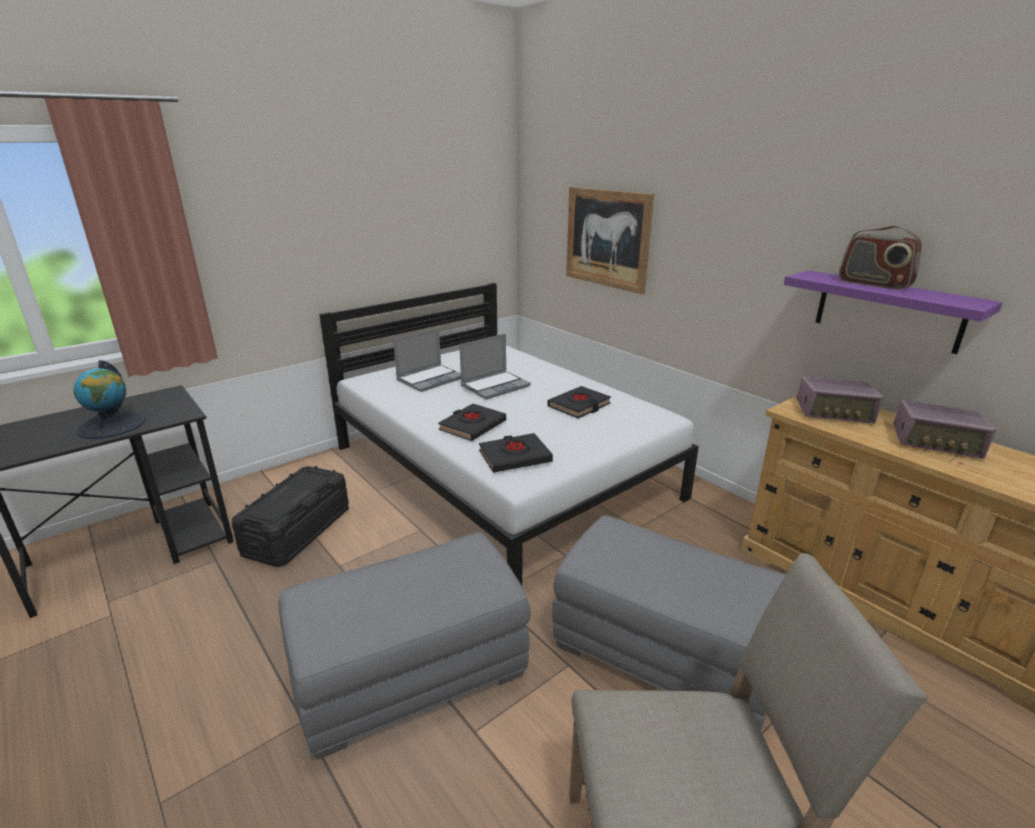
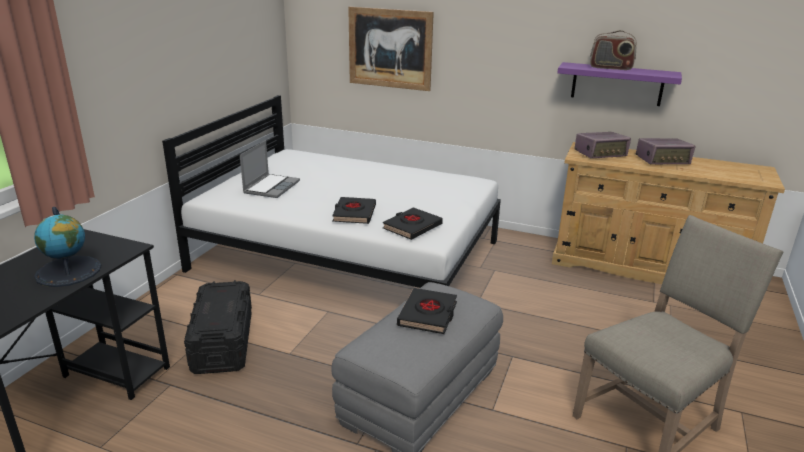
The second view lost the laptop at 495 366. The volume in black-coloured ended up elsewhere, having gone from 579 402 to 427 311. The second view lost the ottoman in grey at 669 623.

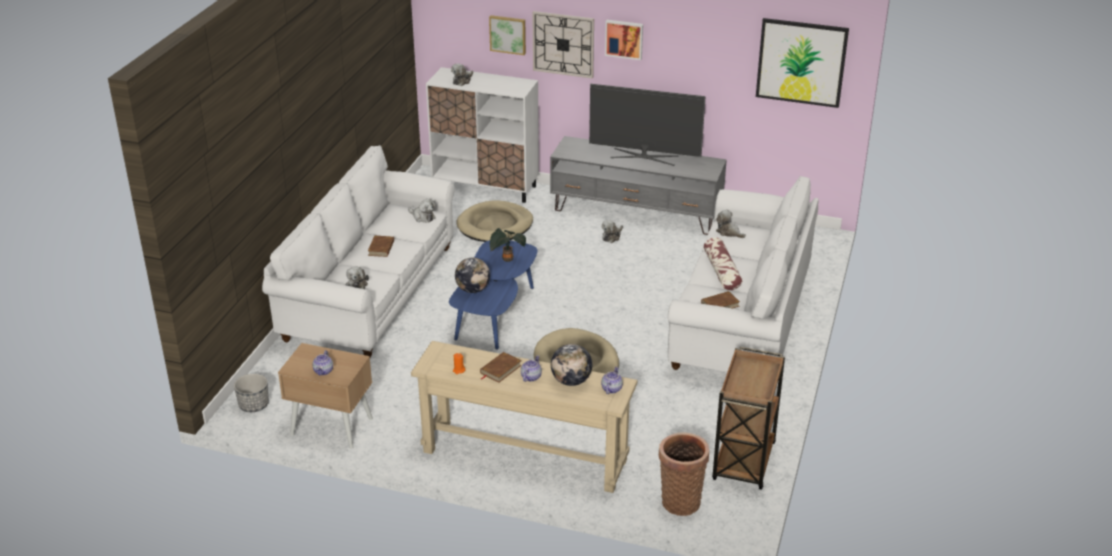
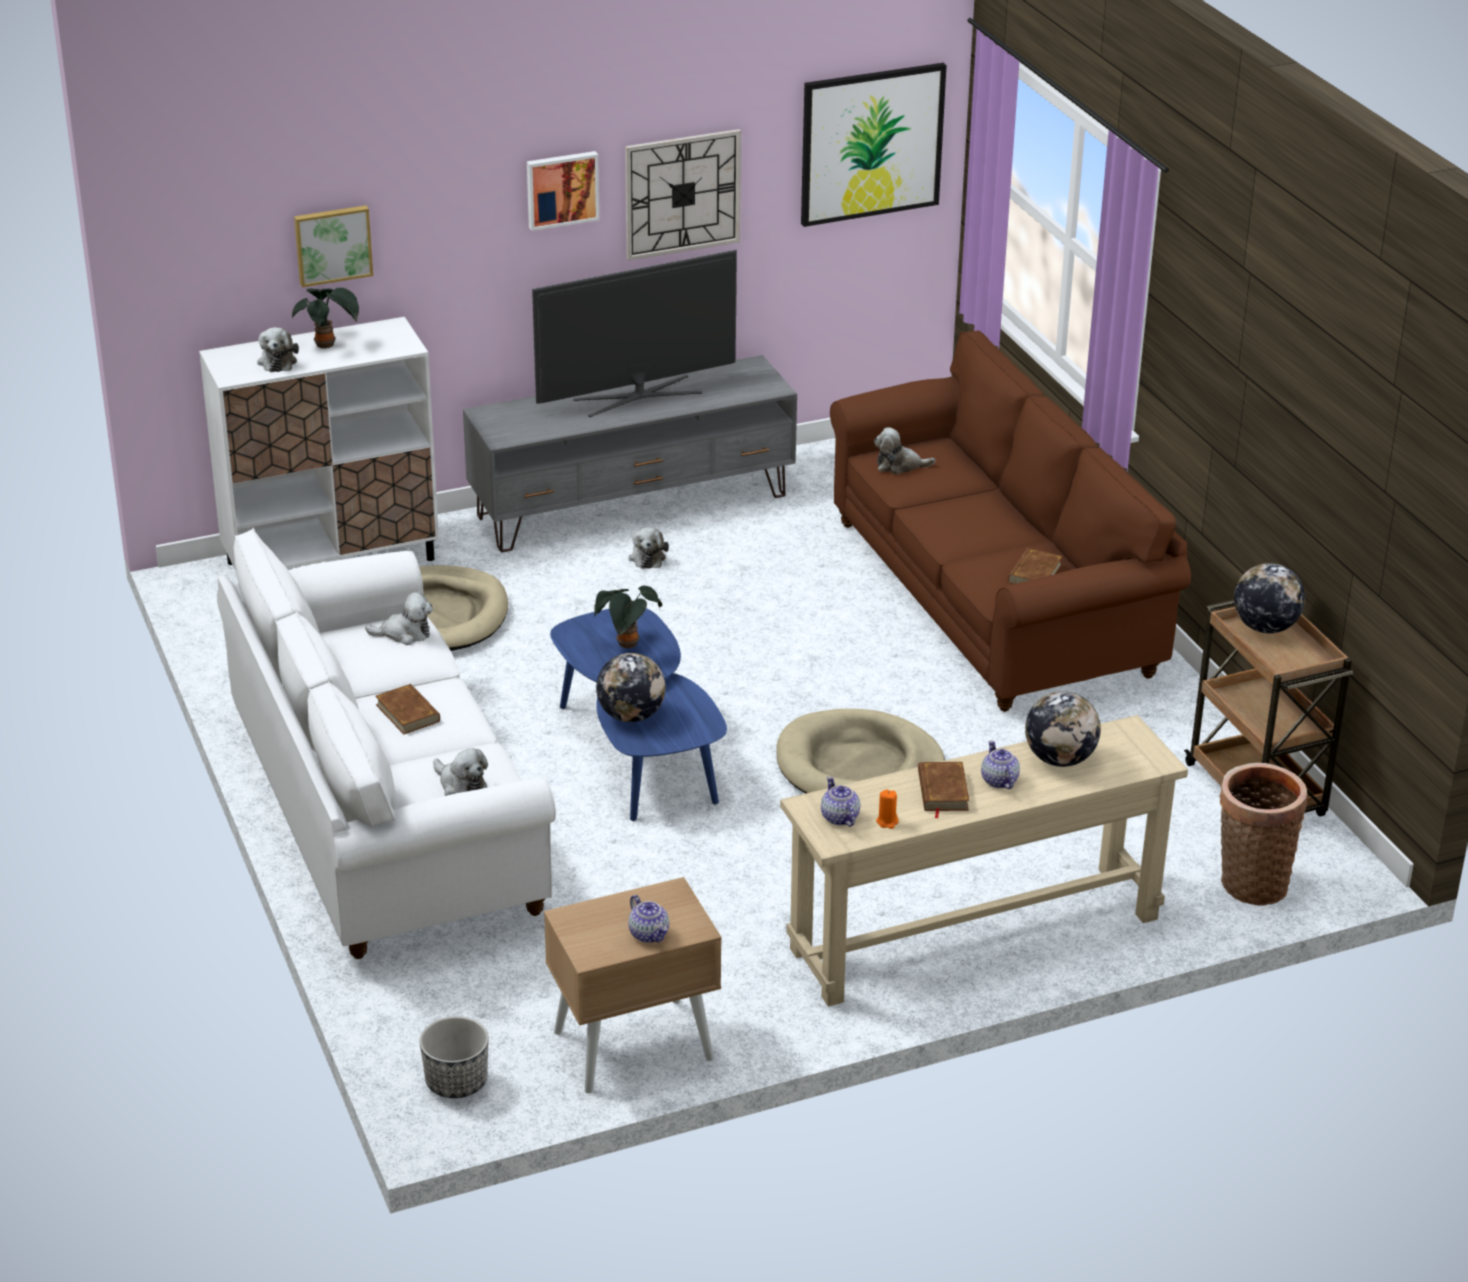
The wall clock ended up elsewhere, having gone from 563 45 to 683 195. The tea pot ended up elsewhere, having gone from 612 380 to 840 801. What was the settee in white at 743 274 turned into the settee in brown at 1010 521. The second view lost the throw pillow at 723 263. The second view gained the houseplant at 325 318. The second view gained the world globe at 1269 598.

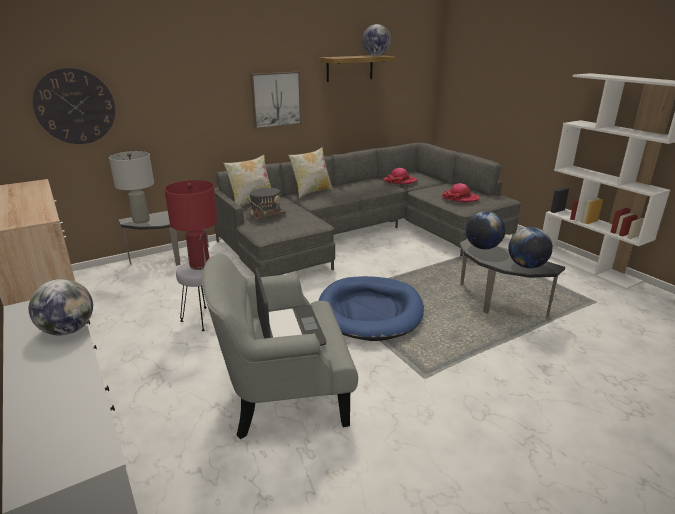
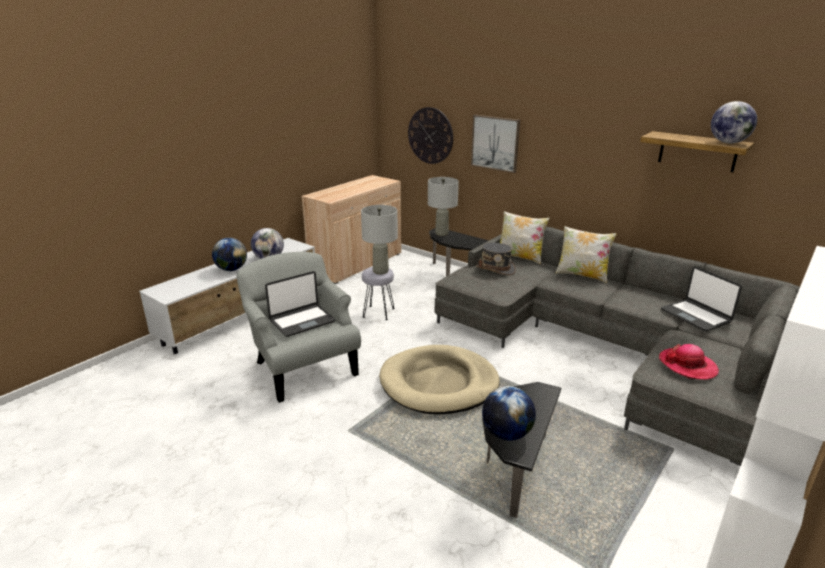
What was the tabletop lamp in red at 191 225 turned into the tabletop lamp in grey at 379 240. The picture ended up elsewhere, having gone from 275 100 to 495 144. What was the dog bed in blue at 371 308 turned into the dog bed in beige-coloured at 439 379. Where the wearable hat stood at 400 176, the laptop came to stand at 701 298. The world globe ended up elsewhere, having gone from 485 230 to 229 254.

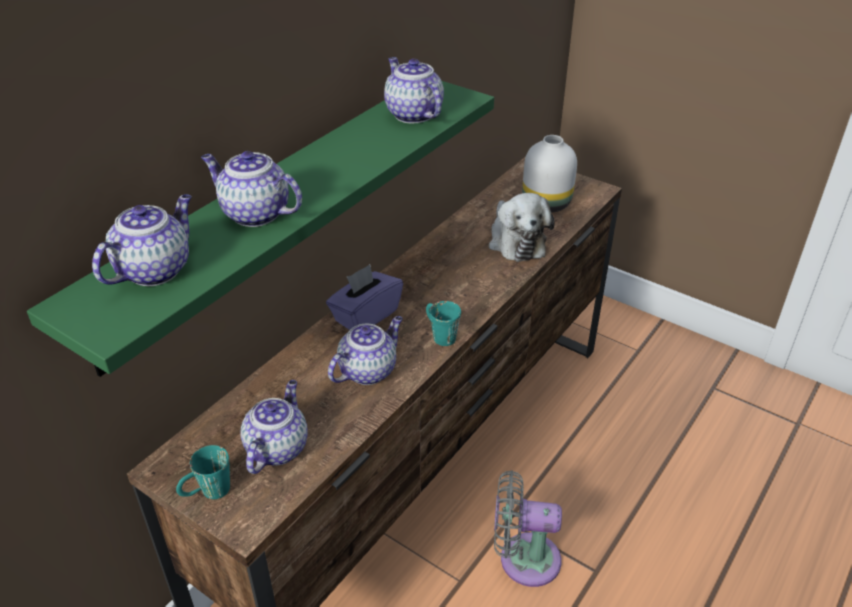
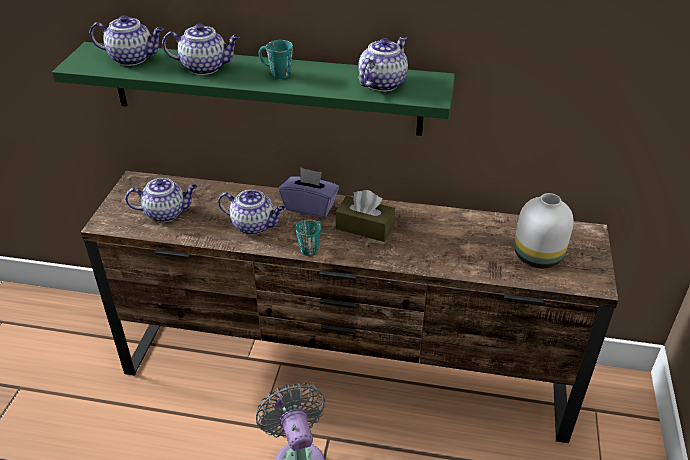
The mug in turquoise ended up elsewhere, having gone from 203 472 to 275 59. The tea pot at 251 189 ended up facing another way, 90 degrees clockwise from before. The second view lost the plush toy at 522 227. The second view gained the tissue holder in brown at 365 216.

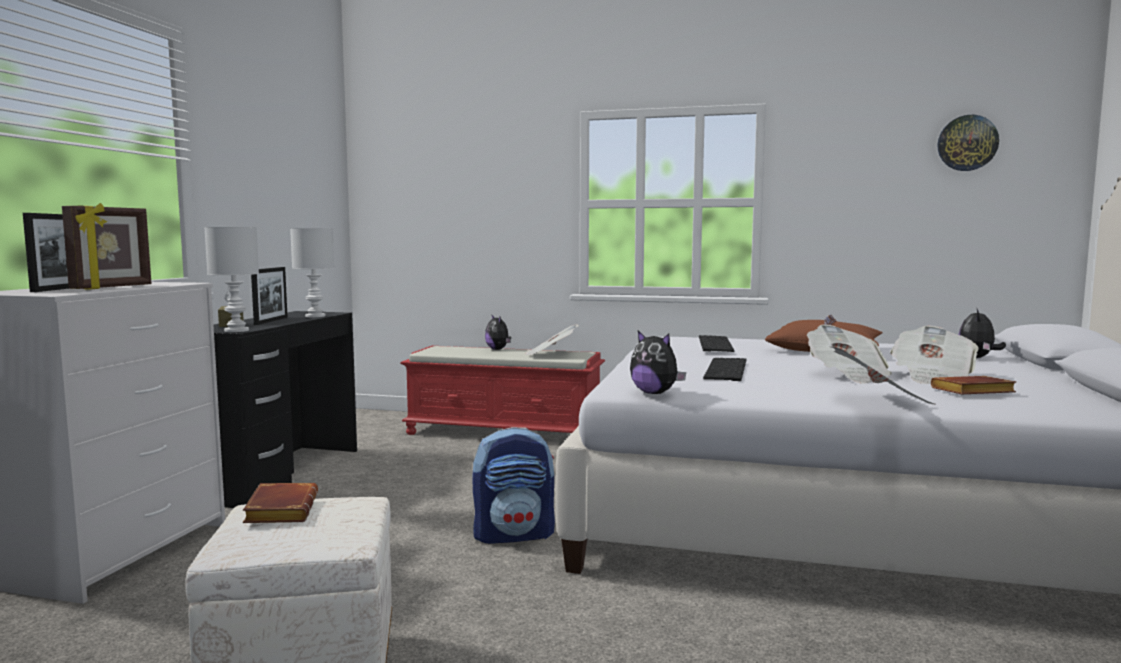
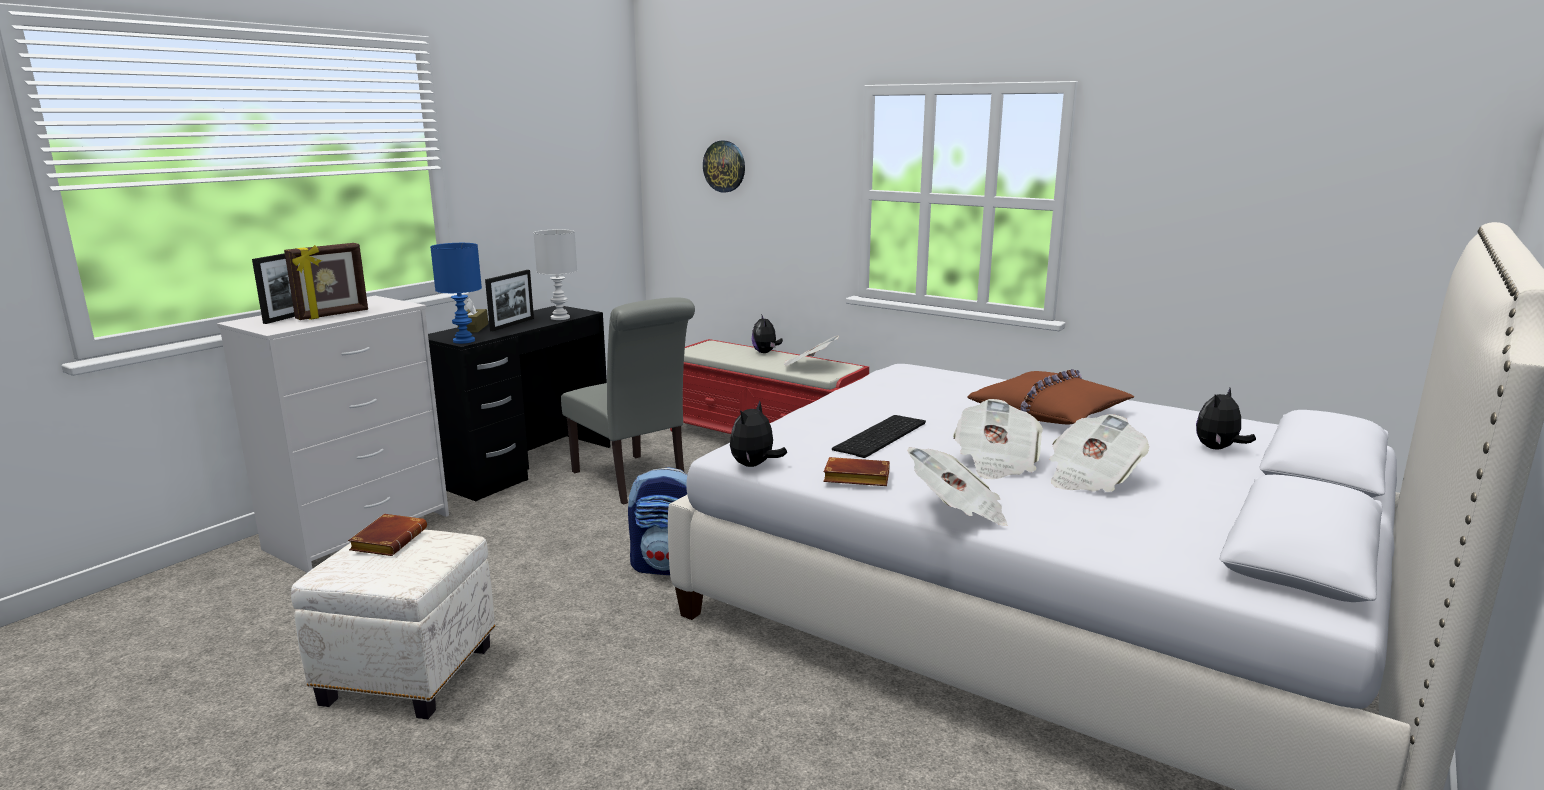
What was the tabletop lamp in white at 232 279 turned into the tabletop lamp in blue at 456 293. The plush toy at 658 362 ended up facing another way, 60 degrees clockwise from before. The second view lost the keyboard at 716 343. The volume in brown ended up elsewhere, having gone from 973 385 to 856 471. The wall clock ended up elsewhere, having gone from 968 143 to 724 167. The second view gained the chair in grey at 628 401.

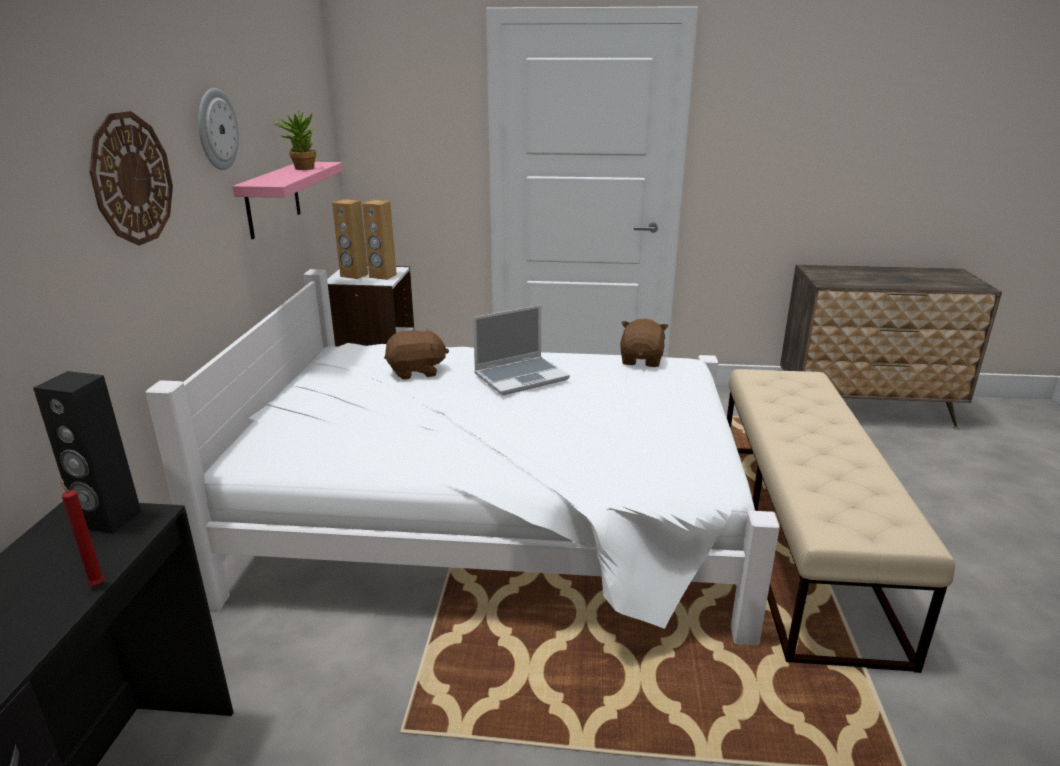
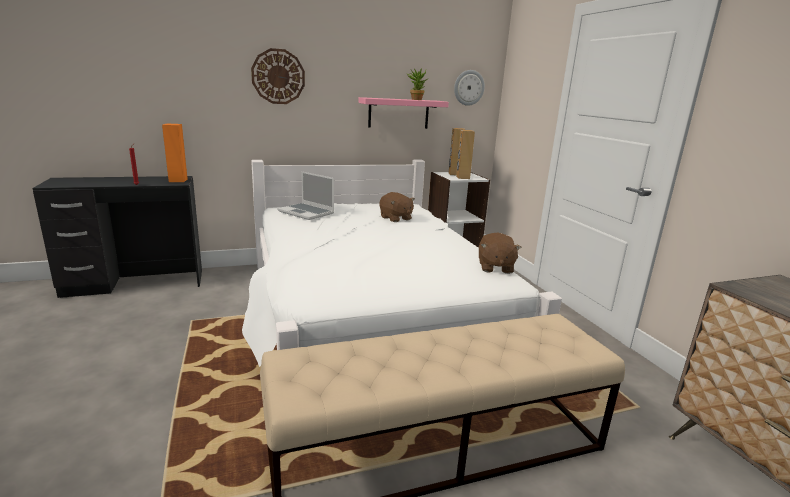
What was the loudspeaker in black-coloured at 87 452 turned into the loudspeaker in orange-coloured at 175 153. The wall clock ended up elsewhere, having gone from 218 129 to 469 88. The laptop ended up elsewhere, having gone from 521 350 to 306 195. The plush toy in brown at 644 343 ended up facing another way, 105 degrees clockwise from before.

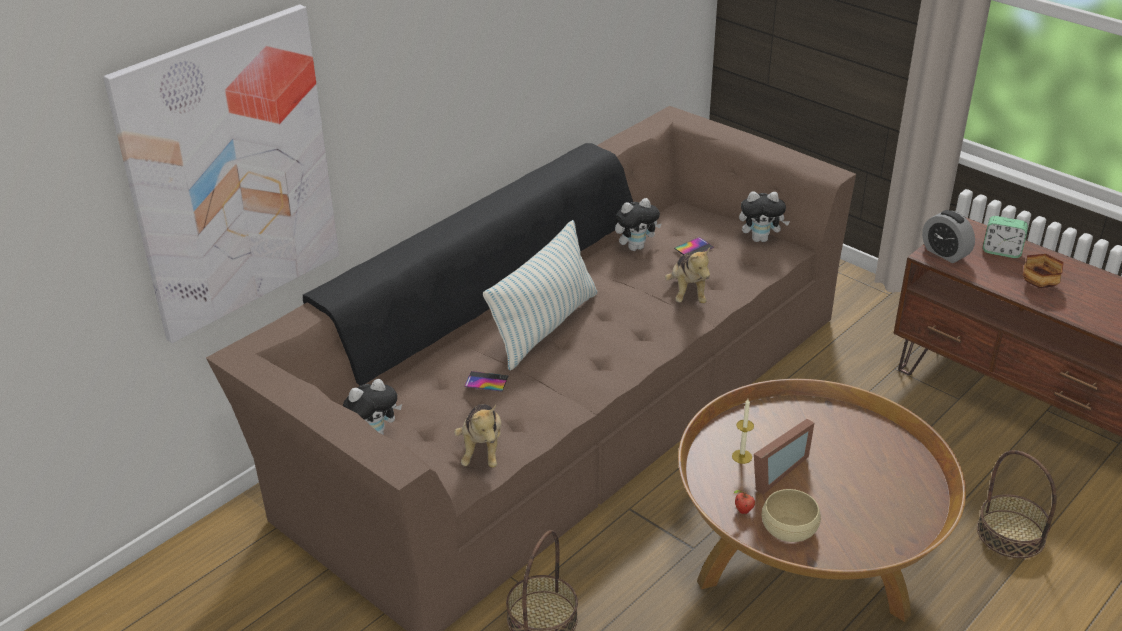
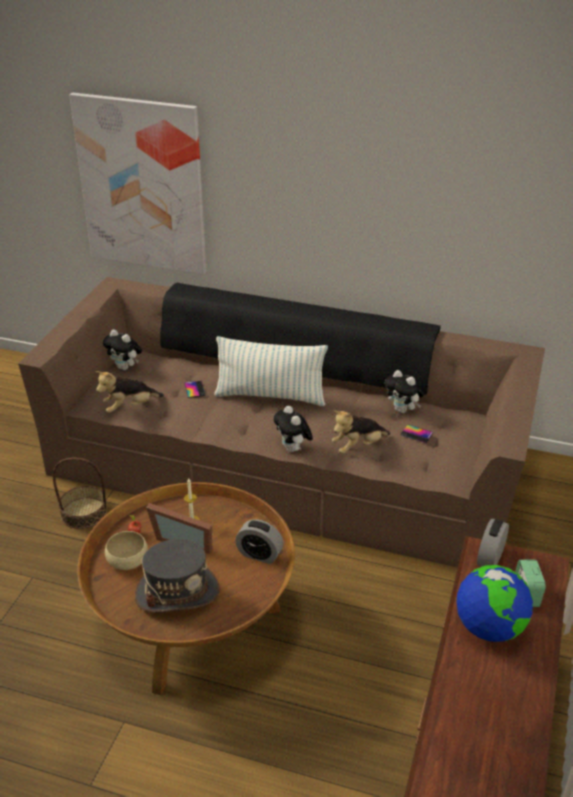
The plush toy ended up elsewhere, having gone from 764 216 to 293 429. The second view lost the storage basket at 1017 504. Where the bowl stood at 1043 271, the world globe came to stand at 495 603. The second view gained the wearable hat in grey at 177 576. The second view gained the bedside clock at 259 541.

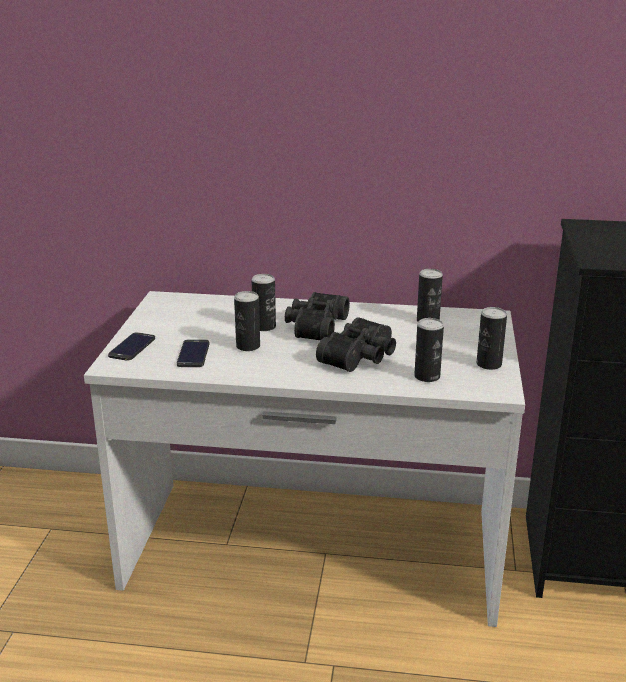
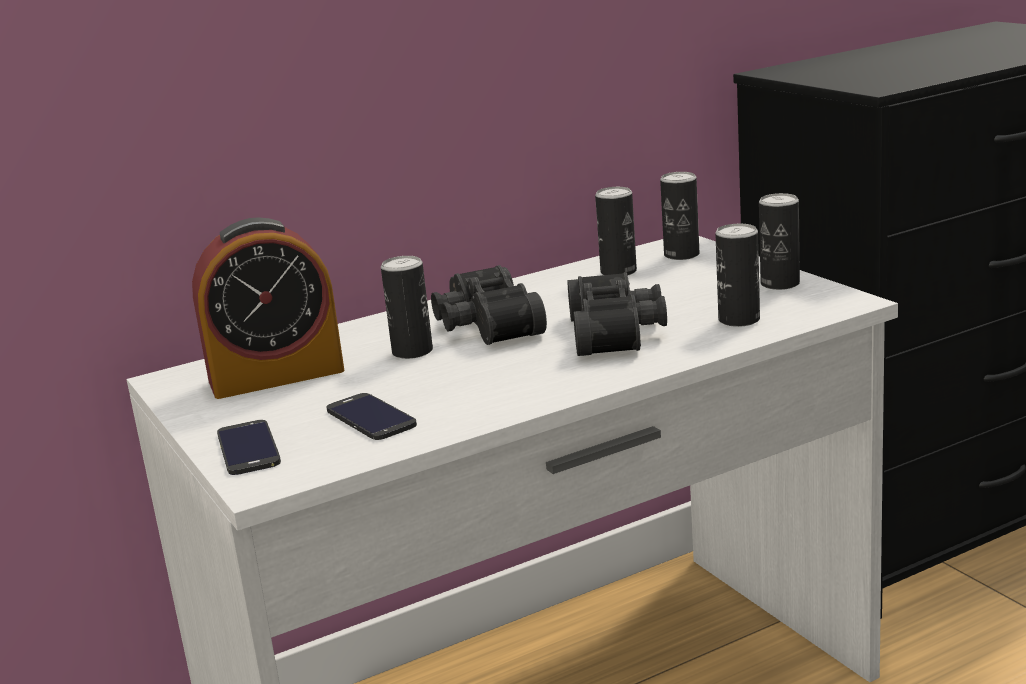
The can ended up elsewhere, having gone from 247 321 to 679 216. The second view gained the bedside clock at 268 308.

